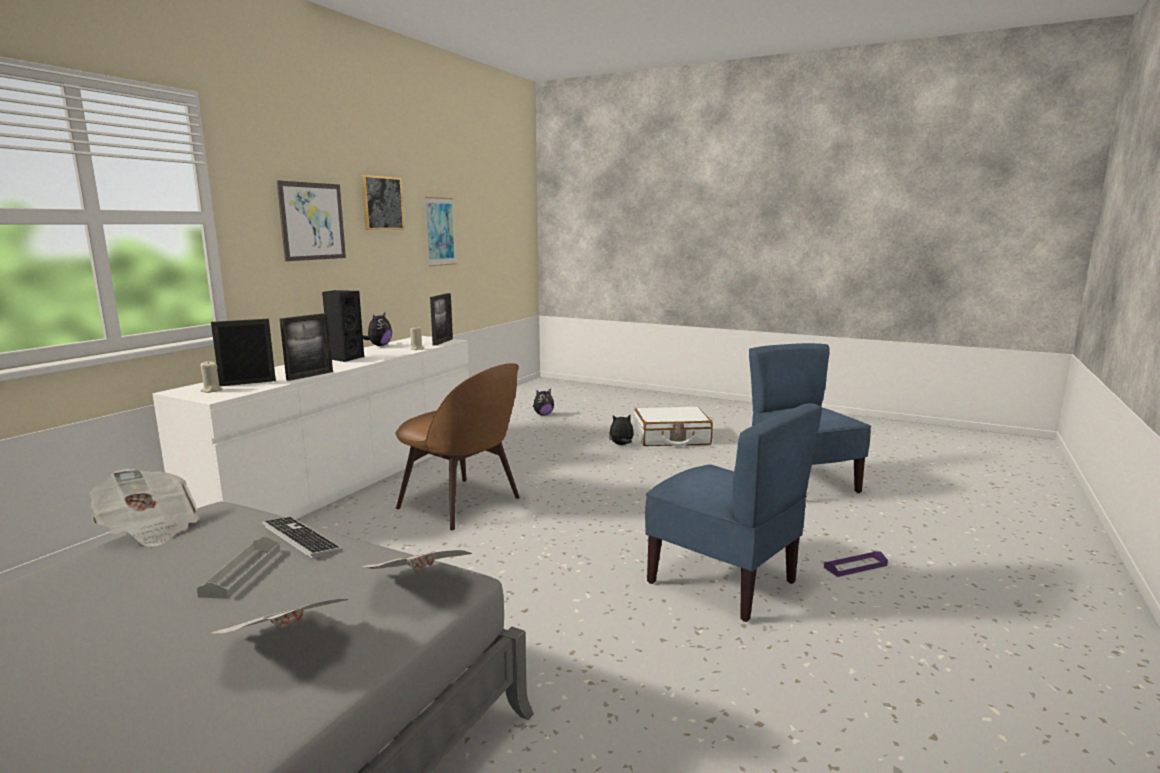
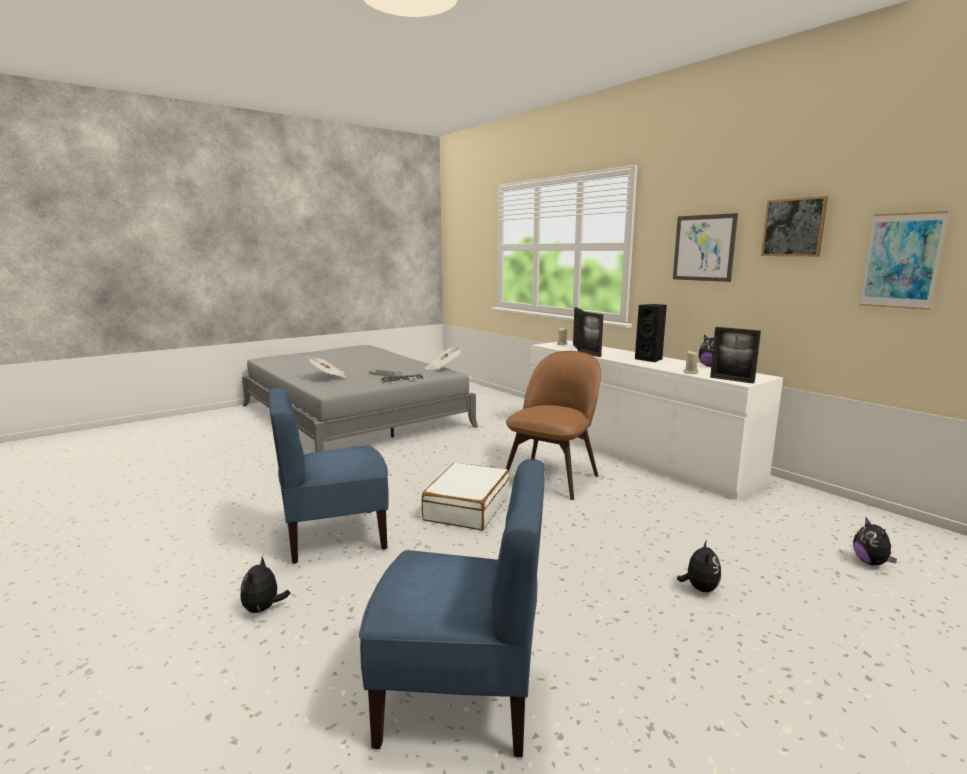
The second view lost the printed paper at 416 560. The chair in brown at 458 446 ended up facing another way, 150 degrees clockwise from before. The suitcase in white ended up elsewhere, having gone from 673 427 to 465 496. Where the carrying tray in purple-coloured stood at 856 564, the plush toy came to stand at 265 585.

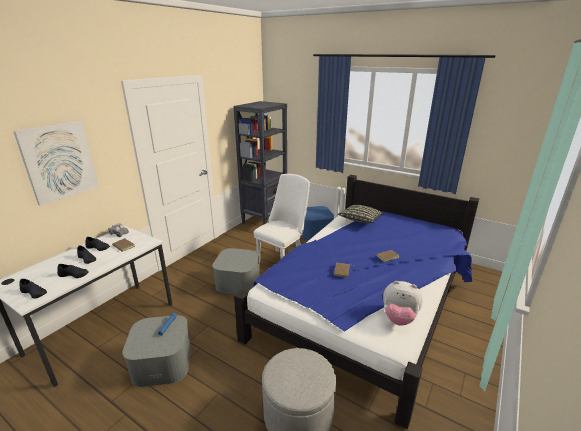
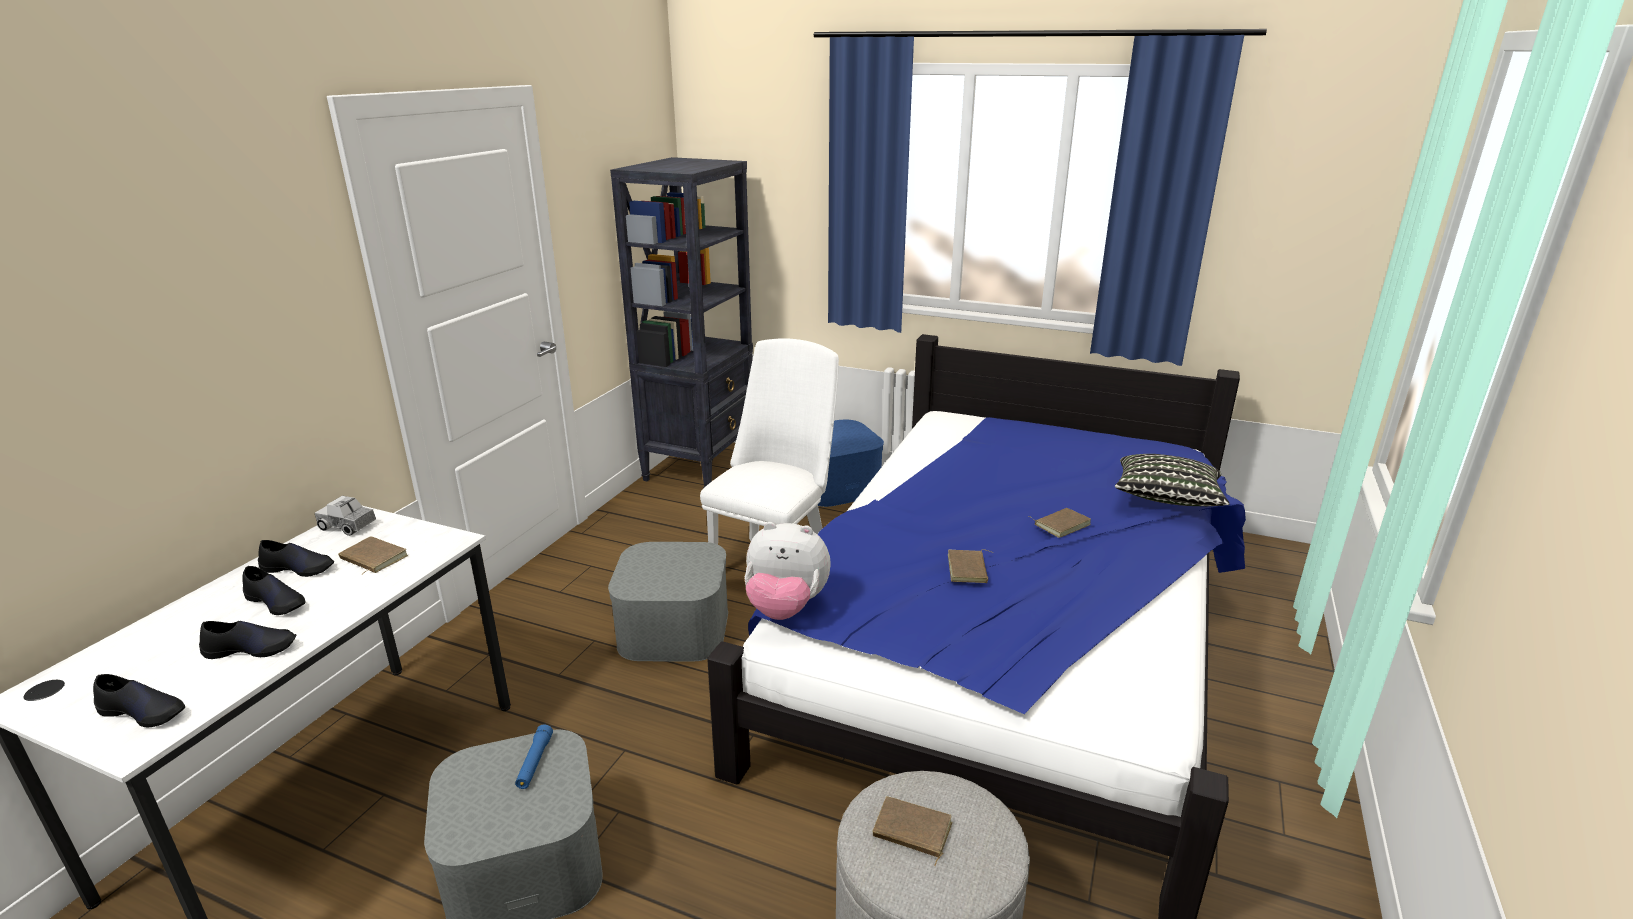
The second view lost the picture at 56 163. The throw pillow ended up elsewhere, having gone from 360 214 to 1172 480. The plush toy ended up elsewhere, having gone from 403 303 to 787 571. The second view gained the volume in brown at 913 831.

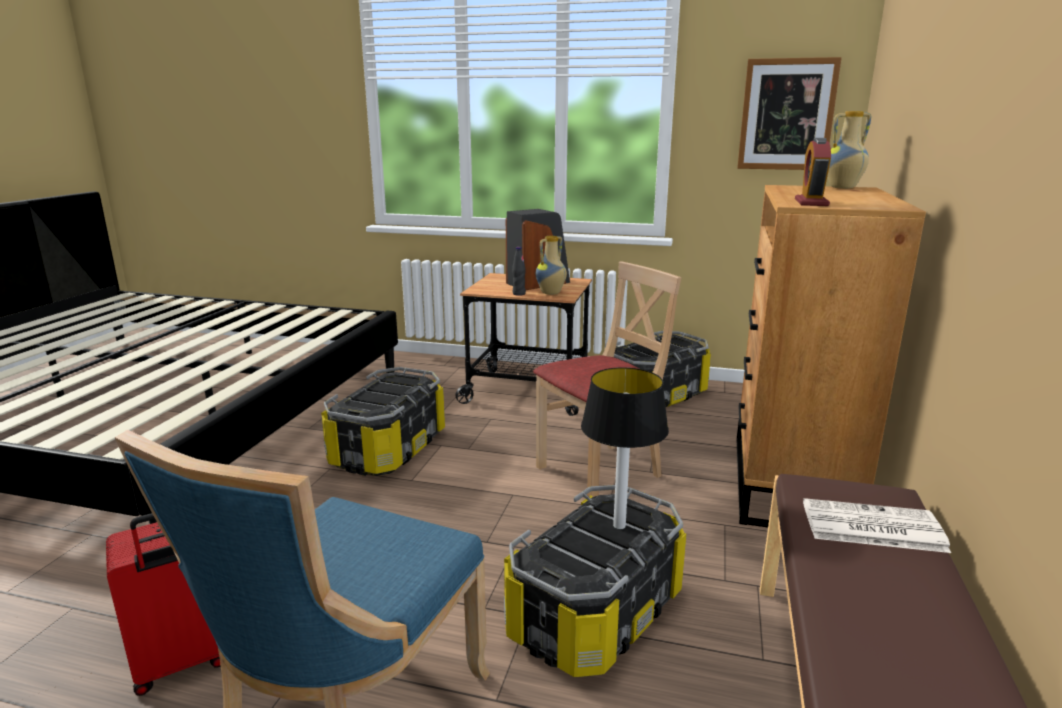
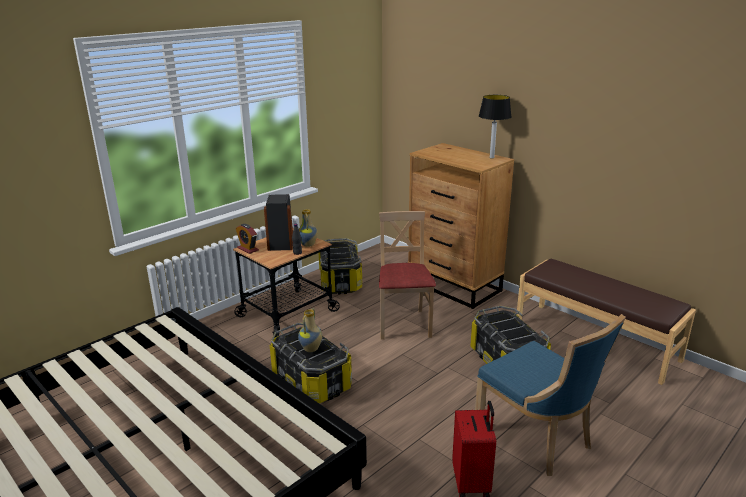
The tabletop lamp ended up elsewhere, having gone from 625 448 to 495 126. The second view lost the picture at 789 113. The bedside clock ended up elsewhere, having gone from 813 172 to 247 239. The second view lost the printed paper at 877 525. The decorative vase ended up elsewhere, having gone from 849 150 to 310 330.

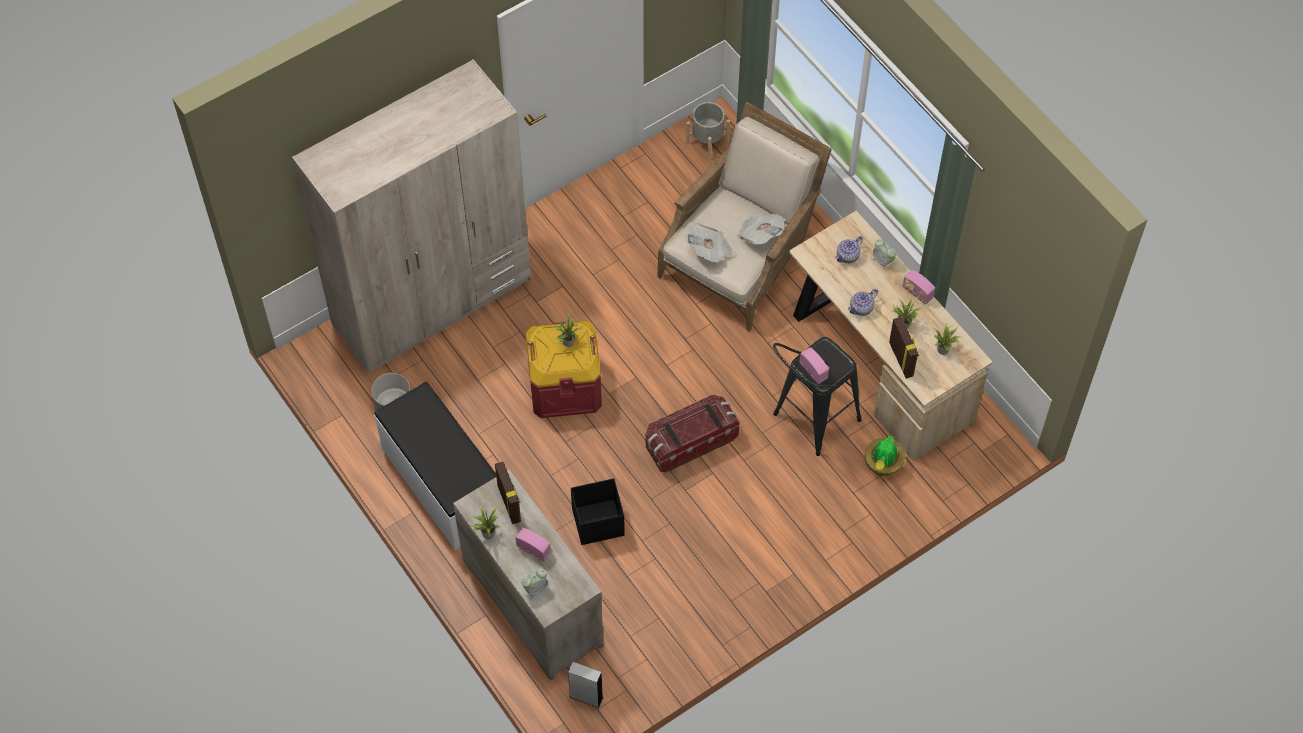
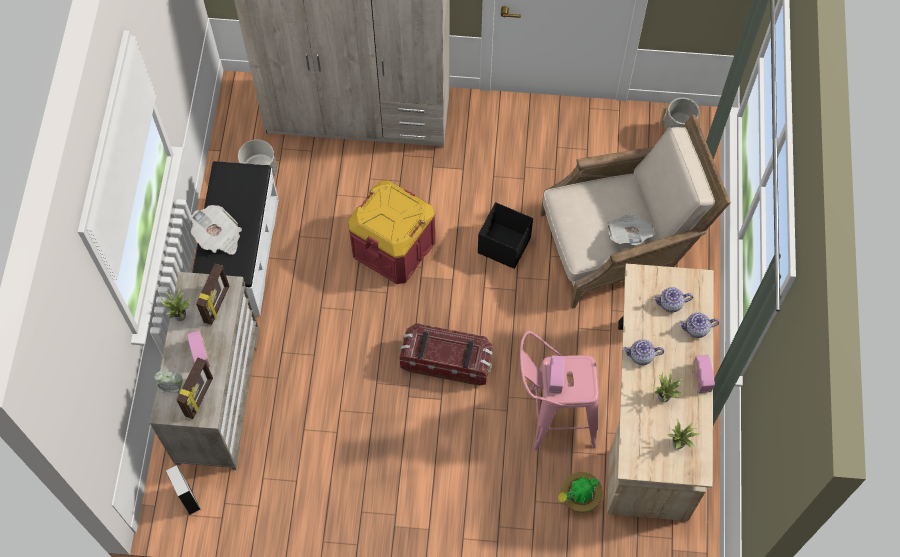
The second view lost the houseplant at 566 330. The storage container in black-coloured ended up elsewhere, having gone from 598 511 to 505 235. The printed paper ended up elsewhere, having gone from 710 243 to 216 230. What was the sitting stool in black-coloured at 817 396 turned into the sitting stool in pink-coloured at 559 390. Where the bedside clock stood at 883 255, the tea pot came to stand at 699 325. The photo frame ended up elsewhere, having gone from 904 348 to 194 388.

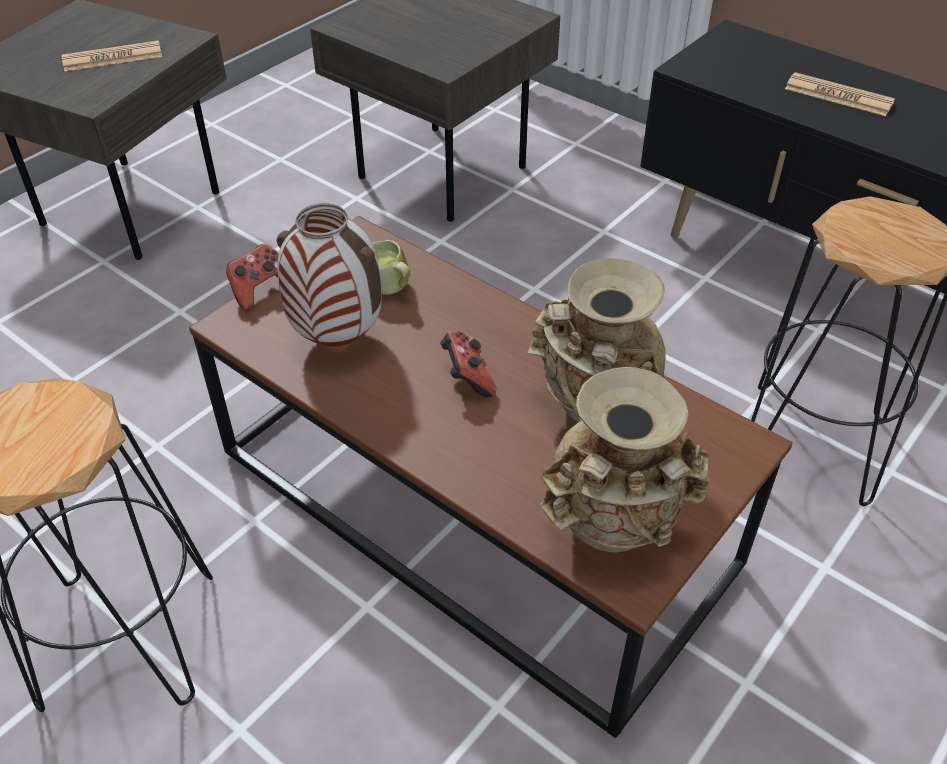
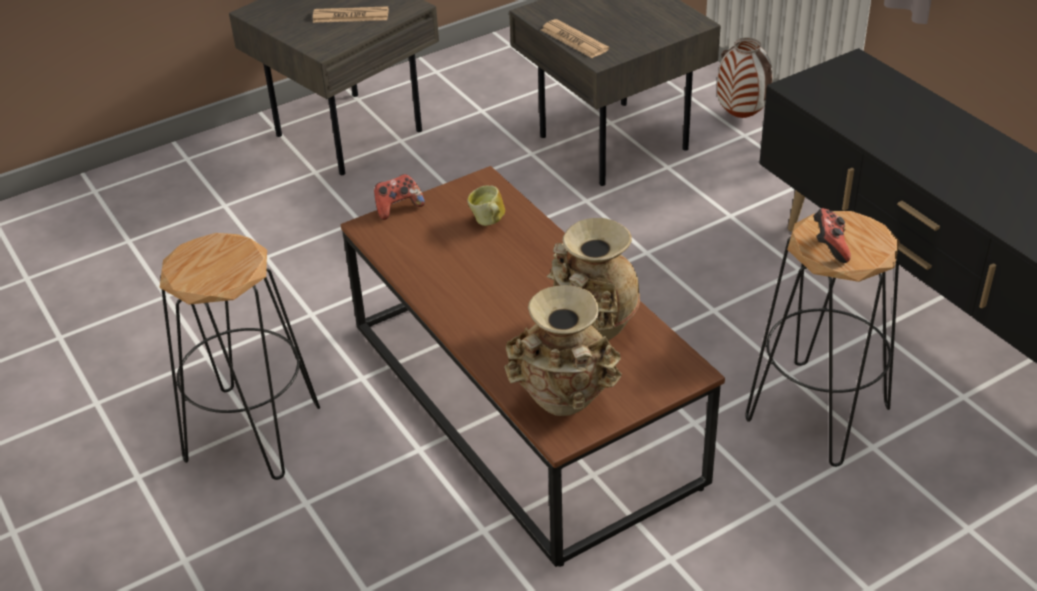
The decorative vase ended up elsewhere, having gone from 329 275 to 744 78. The game controller ended up elsewhere, having gone from 468 364 to 832 235. The printed paper ended up elsewhere, having gone from 840 94 to 575 38.

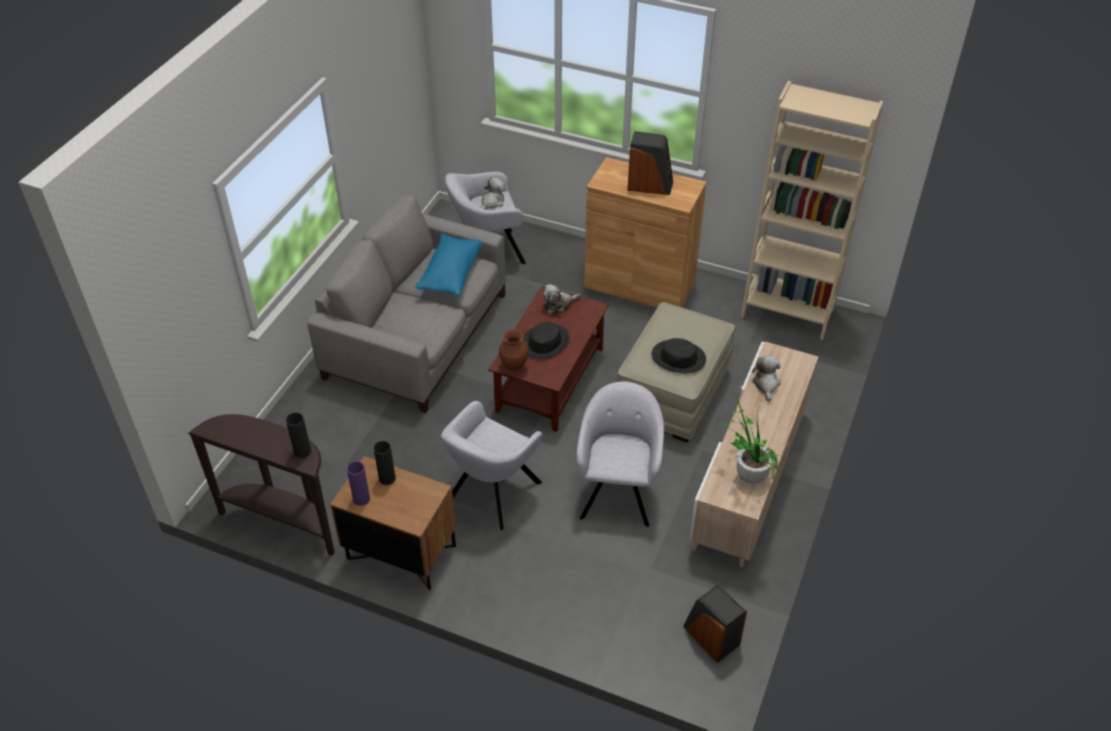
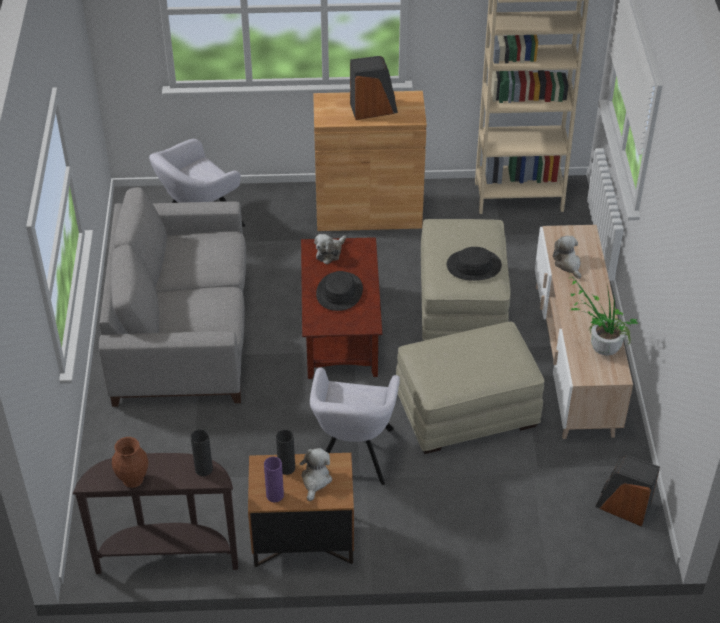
The second view lost the throw pillow in blue at 449 265. The plush toy ended up elsewhere, having gone from 492 193 to 316 474. The decorative vase in brown ended up elsewhere, having gone from 514 351 to 130 462. Where the easy chair in grey stood at 620 454, the ottoman in beige-coloured came to stand at 470 388.

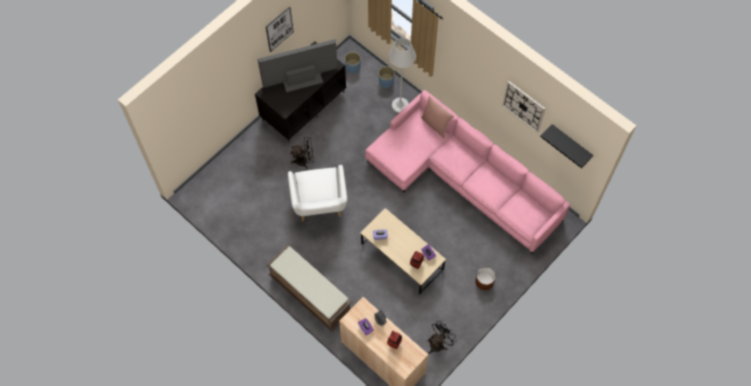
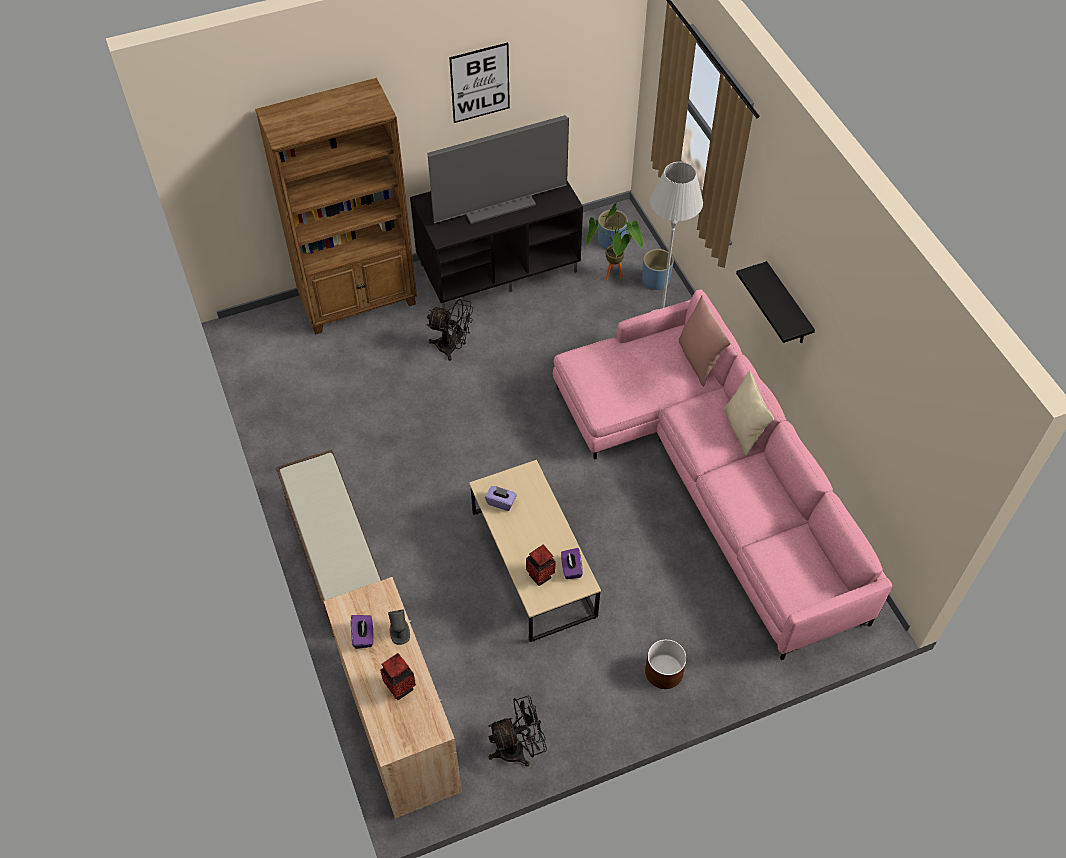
The TV at 298 65 ended up facing another way, 150 degrees clockwise from before. The second view lost the easy chair in white at 317 193. The second view lost the wall clock at 524 107. The bracket shelf in black-coloured ended up elsewhere, having gone from 566 146 to 775 302. The second view gained the bookcase in brown at 336 206. The second view gained the houseplant at 615 241. The second view gained the throw pillow in beige-coloured at 748 413.

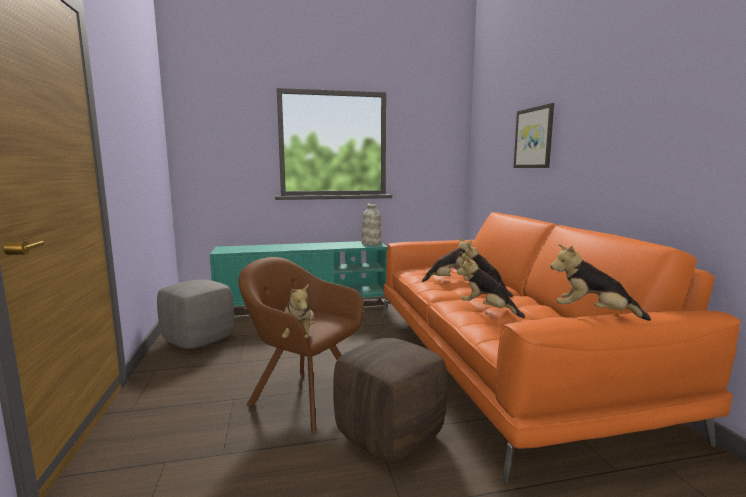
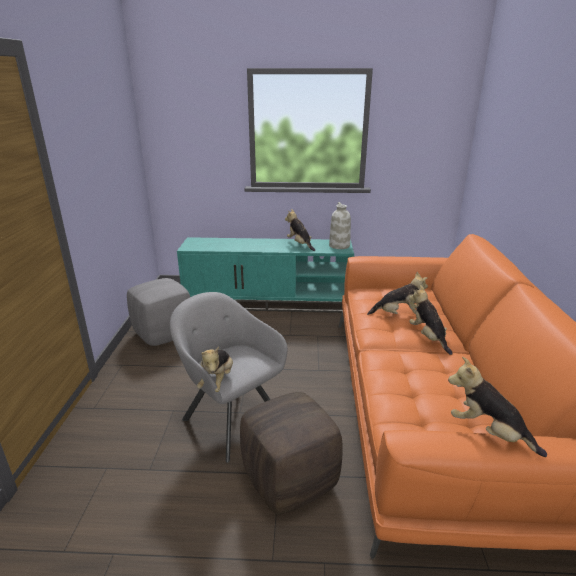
What was the easy chair in brown at 301 345 turned into the easy chair in grey at 229 377. The plush toy ended up elsewhere, having gone from 491 287 to 300 230. The second view lost the picture at 534 135.

